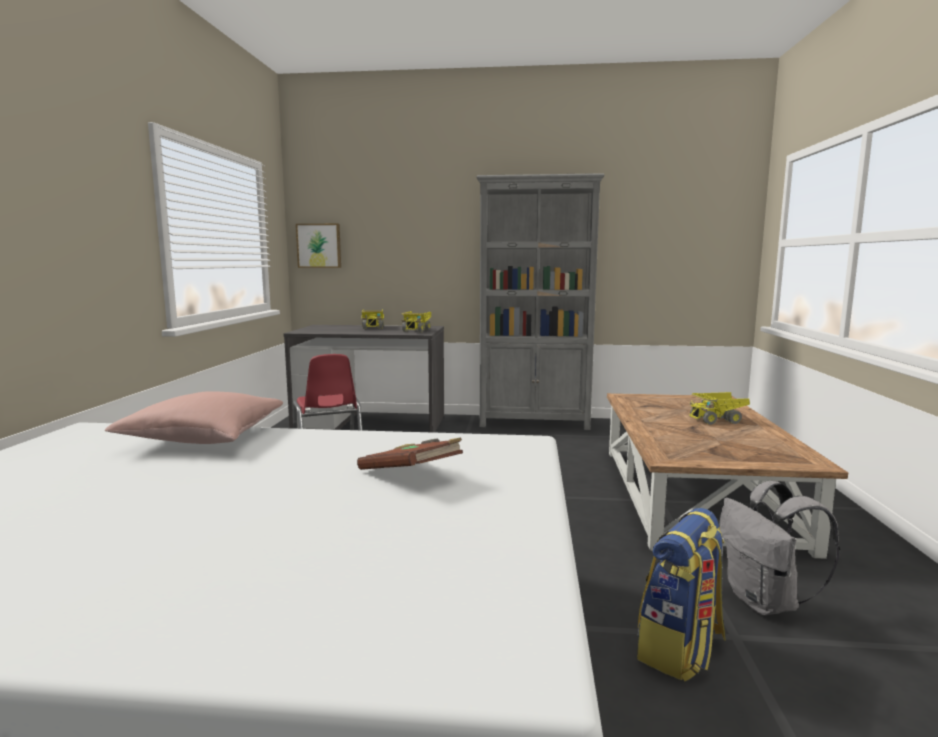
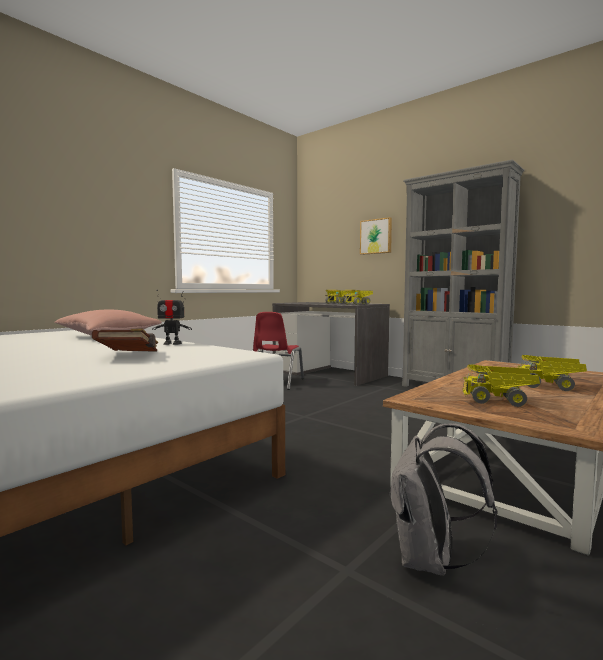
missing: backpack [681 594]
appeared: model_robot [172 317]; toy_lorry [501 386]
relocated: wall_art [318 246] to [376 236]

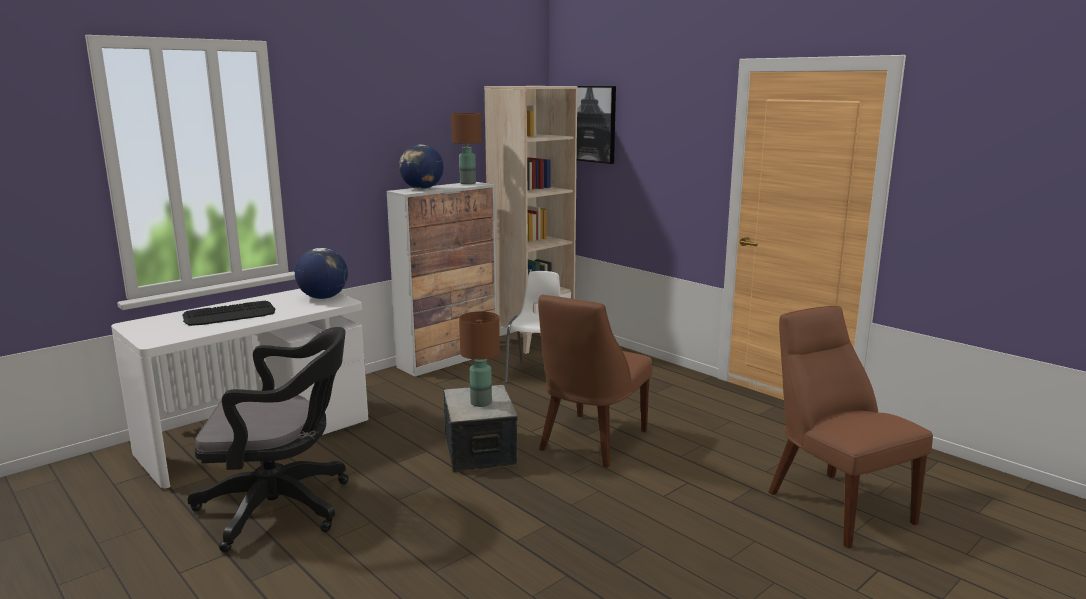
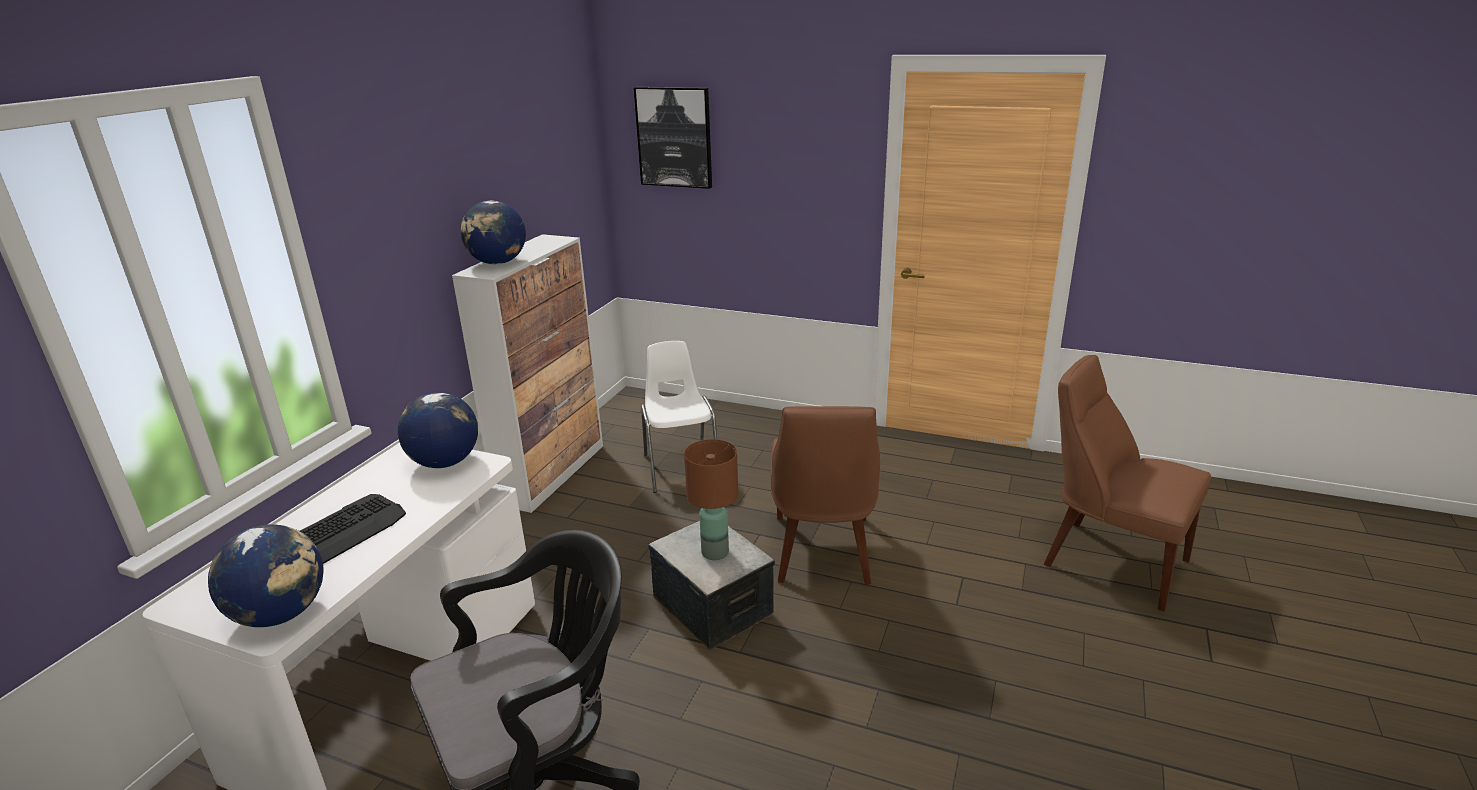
missing: brown_lamp_for_a_table [466 148]; sand-coloured_bookcase [530 220]
appeared: desk_globe [266 575]

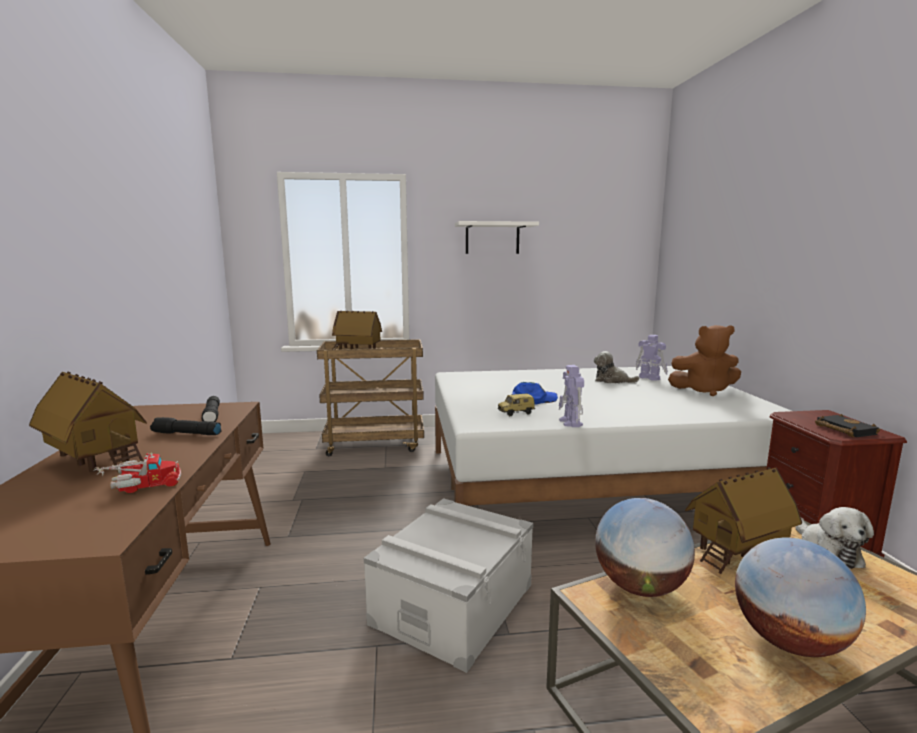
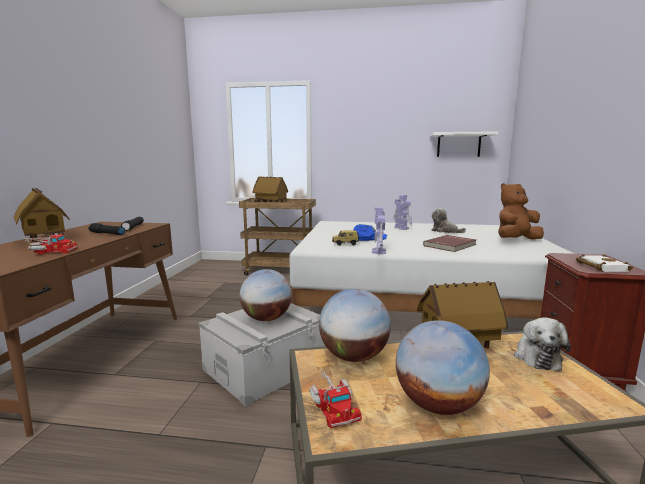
appeared: desk_globe [266 295]; toy_lorry [335 398]; reddish_book [449 243]
relocated: white-coloured_shelf [497 237] to [464 144]; model_robot [651 358] to [402 212]
colour: blackish_book [847 426] to white-coloured_book [604 263]
spun: brown_soft_toy [704 360] = [521 211] 135 degrees clockwise

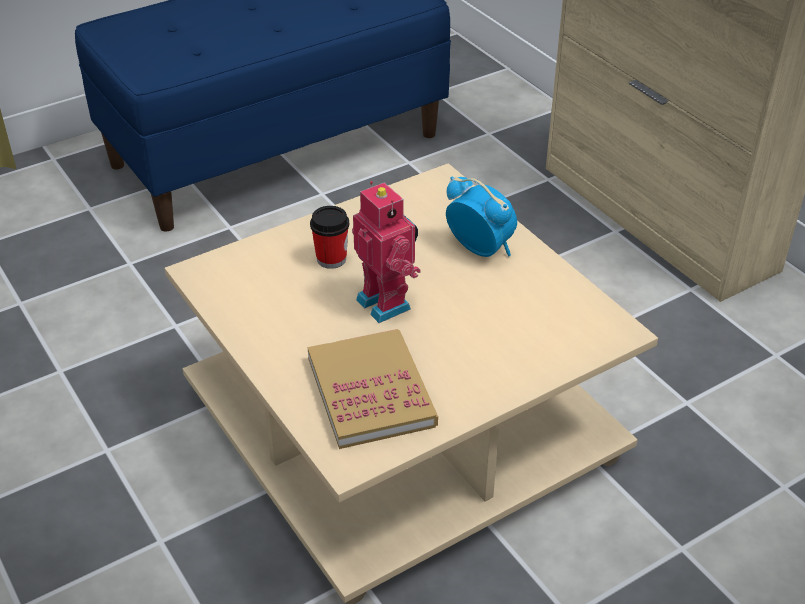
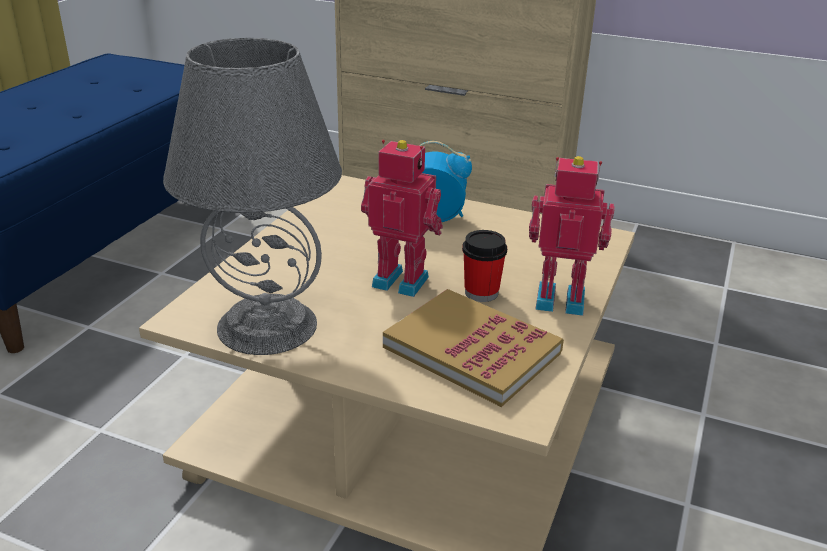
appeared: gray_lamp_for_a_table [252 196]; model_robot [572 236]
relocated: cup [329 237] to [484 266]

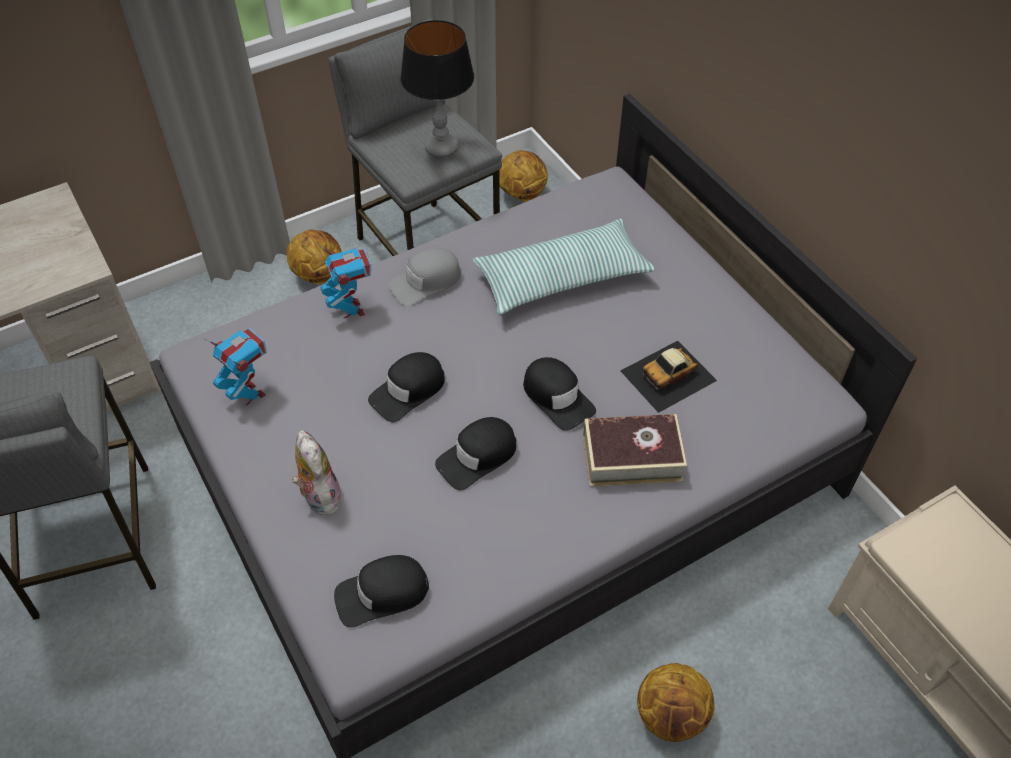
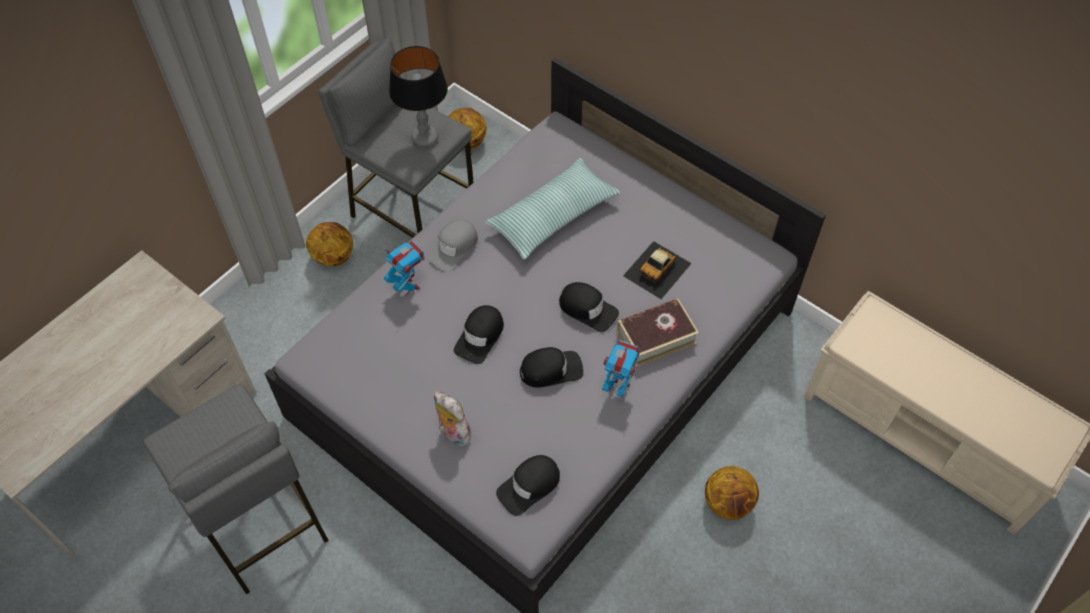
relocated: model_robot [235 366] to [621 368]
spun: blackish_baseball_cap [476 453] = [551 367] 135 degrees counterclockwise

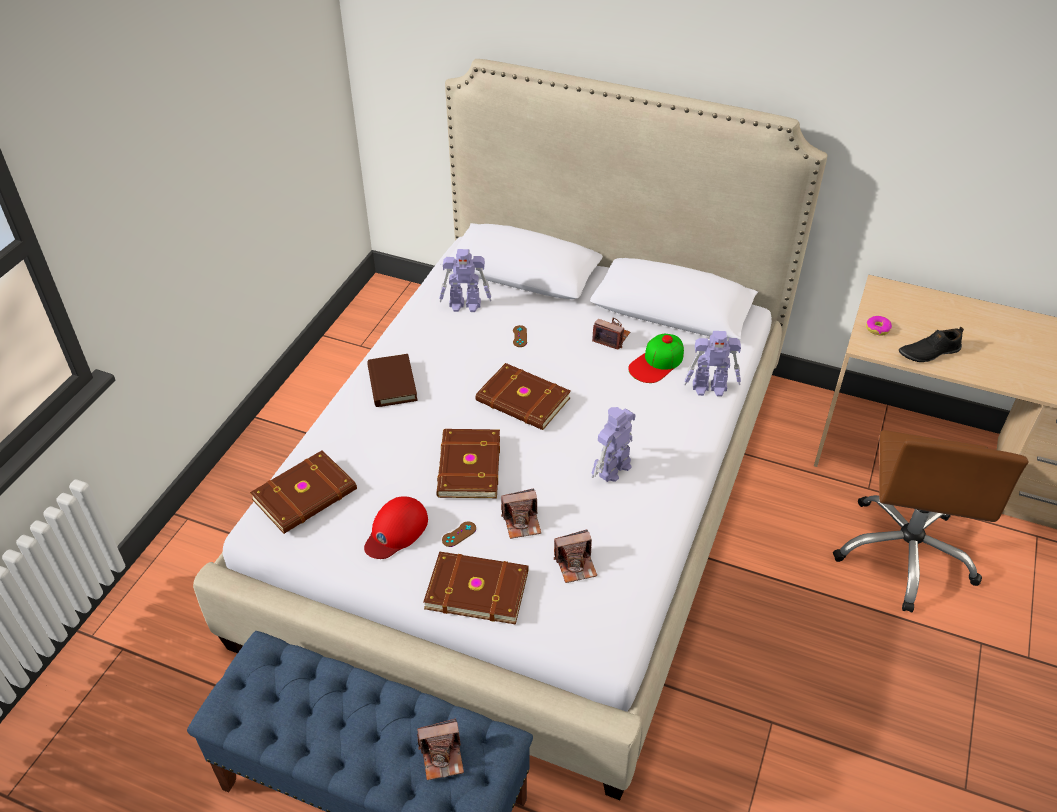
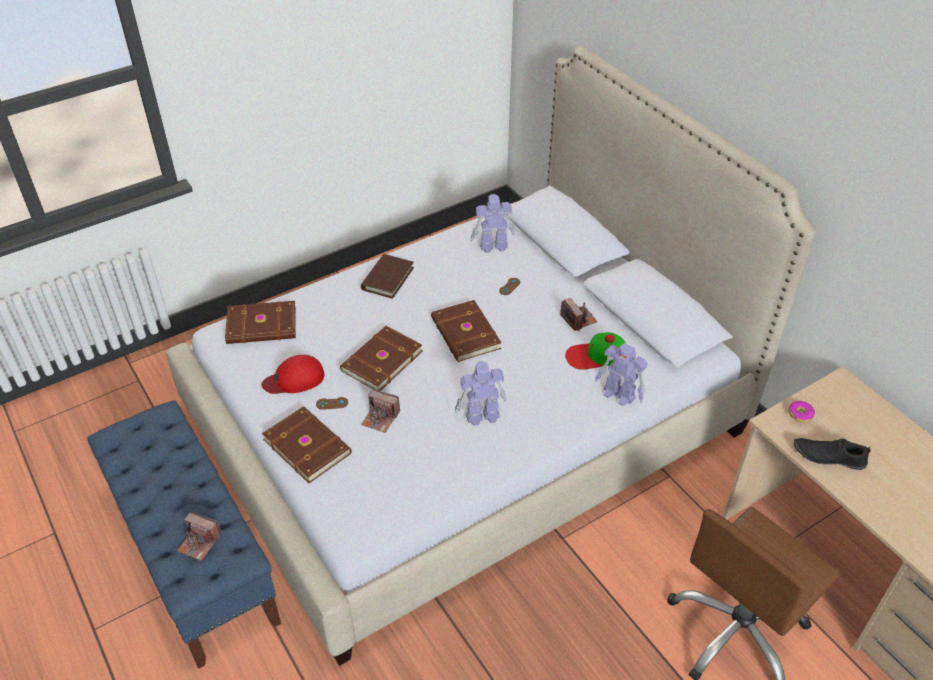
missing: photo_camera [575 556]
spun: model_robot [465 280] = [492 223] 135 degrees clockwise

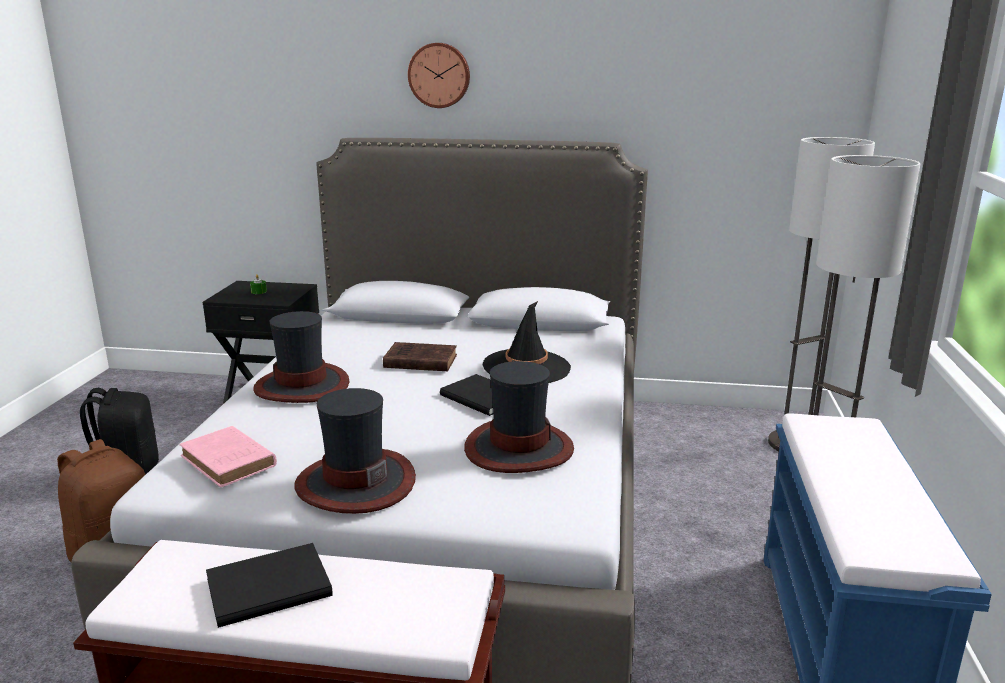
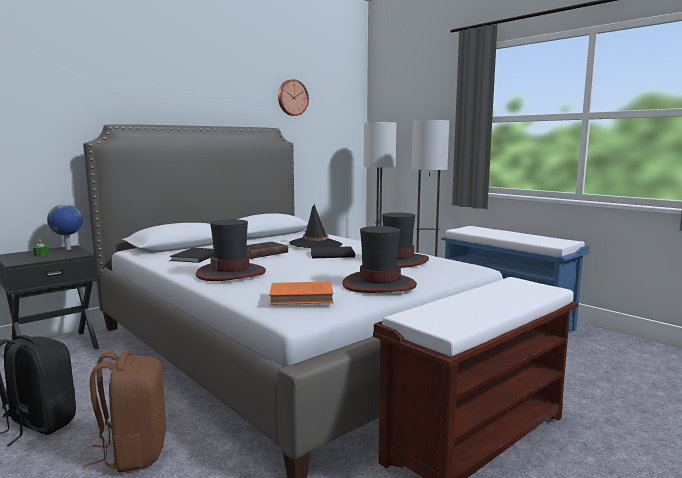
appeared: desk_globe [65 227]
relocated: blackish_book [269 585] to [192 255]; hanging_clock [439 75] to [293 97]
colour: pinkish_book [228 456] to orange-coloured_book [301 293]

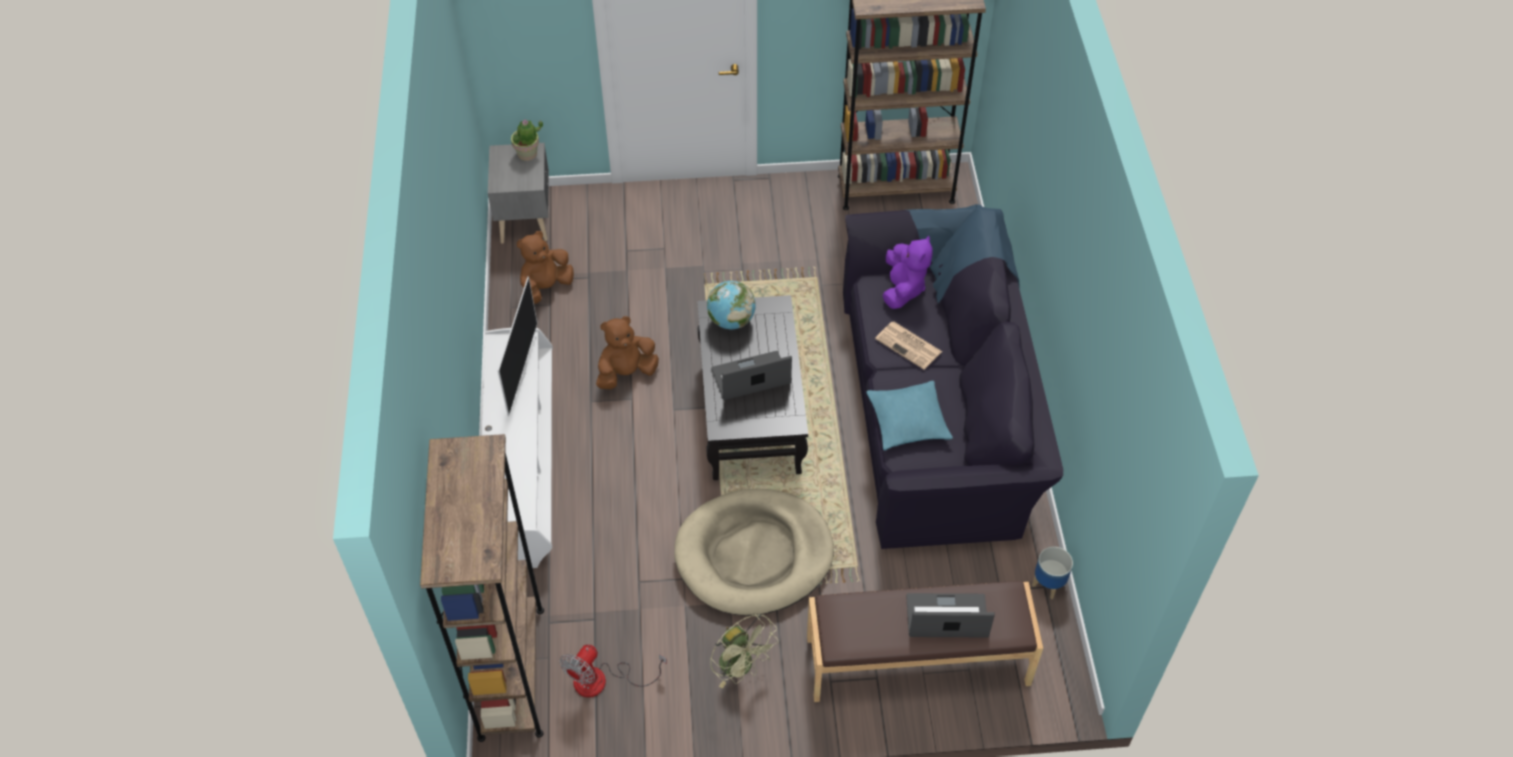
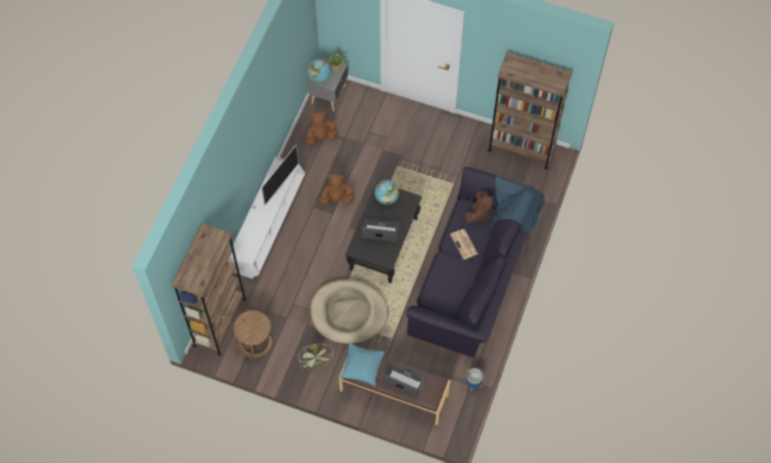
appeared: desk_globe [319 71]
relocated: turquoise-coloured_pillow [909 415] to [362 364]
exchanged: fan [613 670] to brown_sitting_stool [253 334]
colour: purple-coloured_soft_toy [908 272] to brown_soft_toy [479 207]

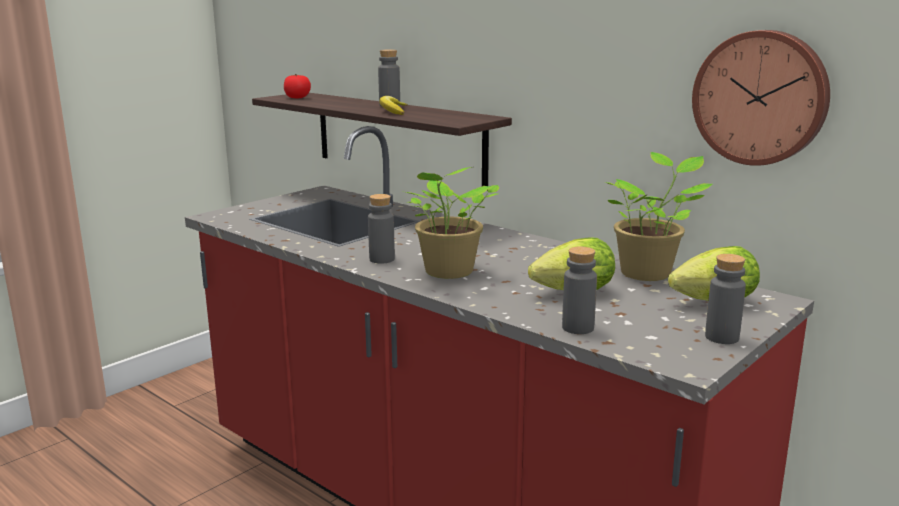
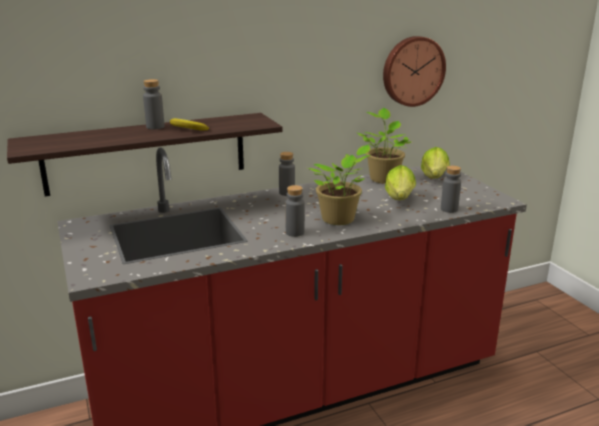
missing: fresh_tomato [297 86]
relocated: gray_beverage_bottle [725 299] to [287 174]

